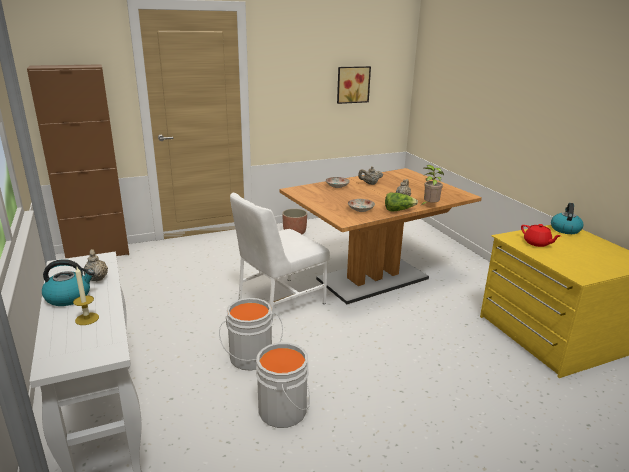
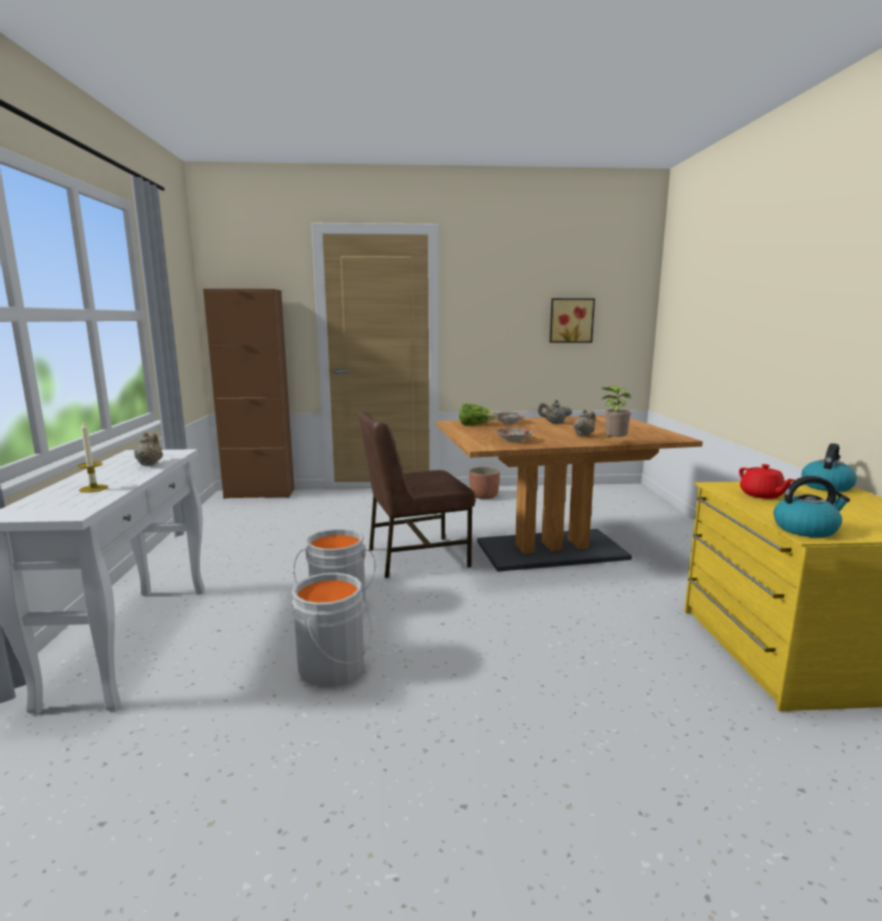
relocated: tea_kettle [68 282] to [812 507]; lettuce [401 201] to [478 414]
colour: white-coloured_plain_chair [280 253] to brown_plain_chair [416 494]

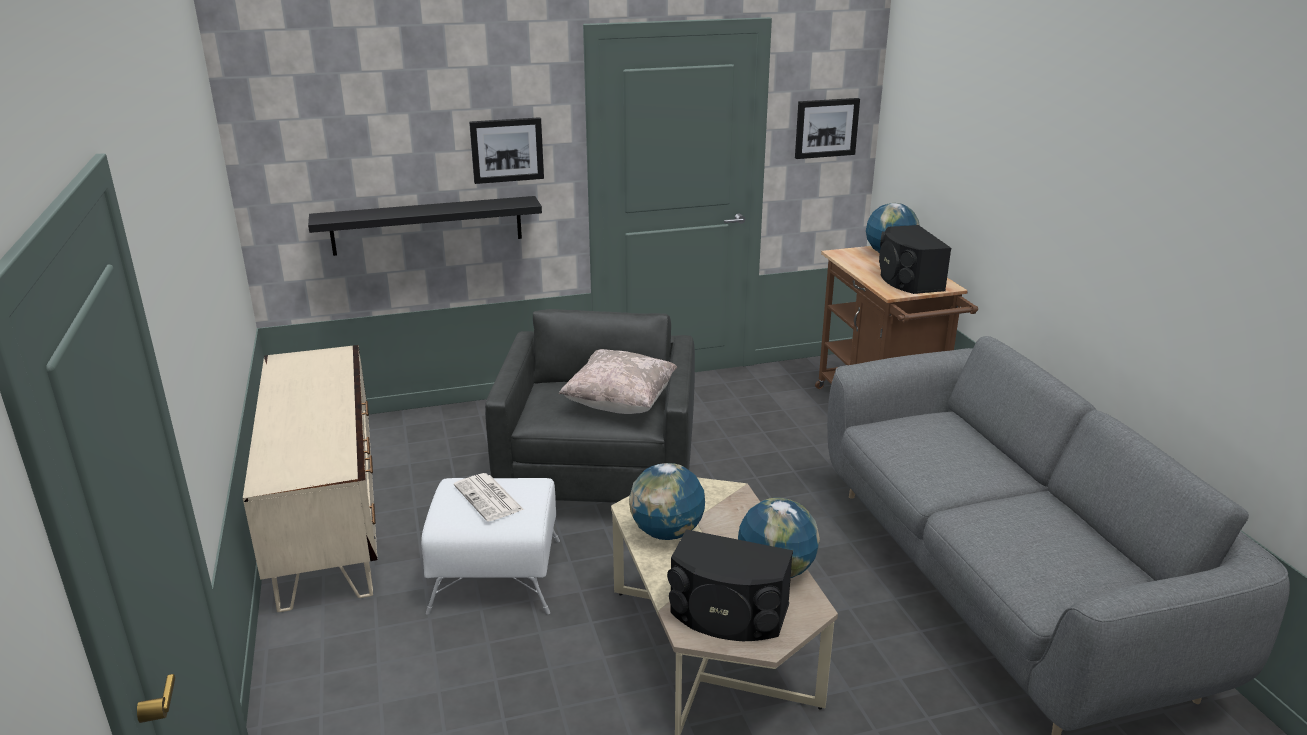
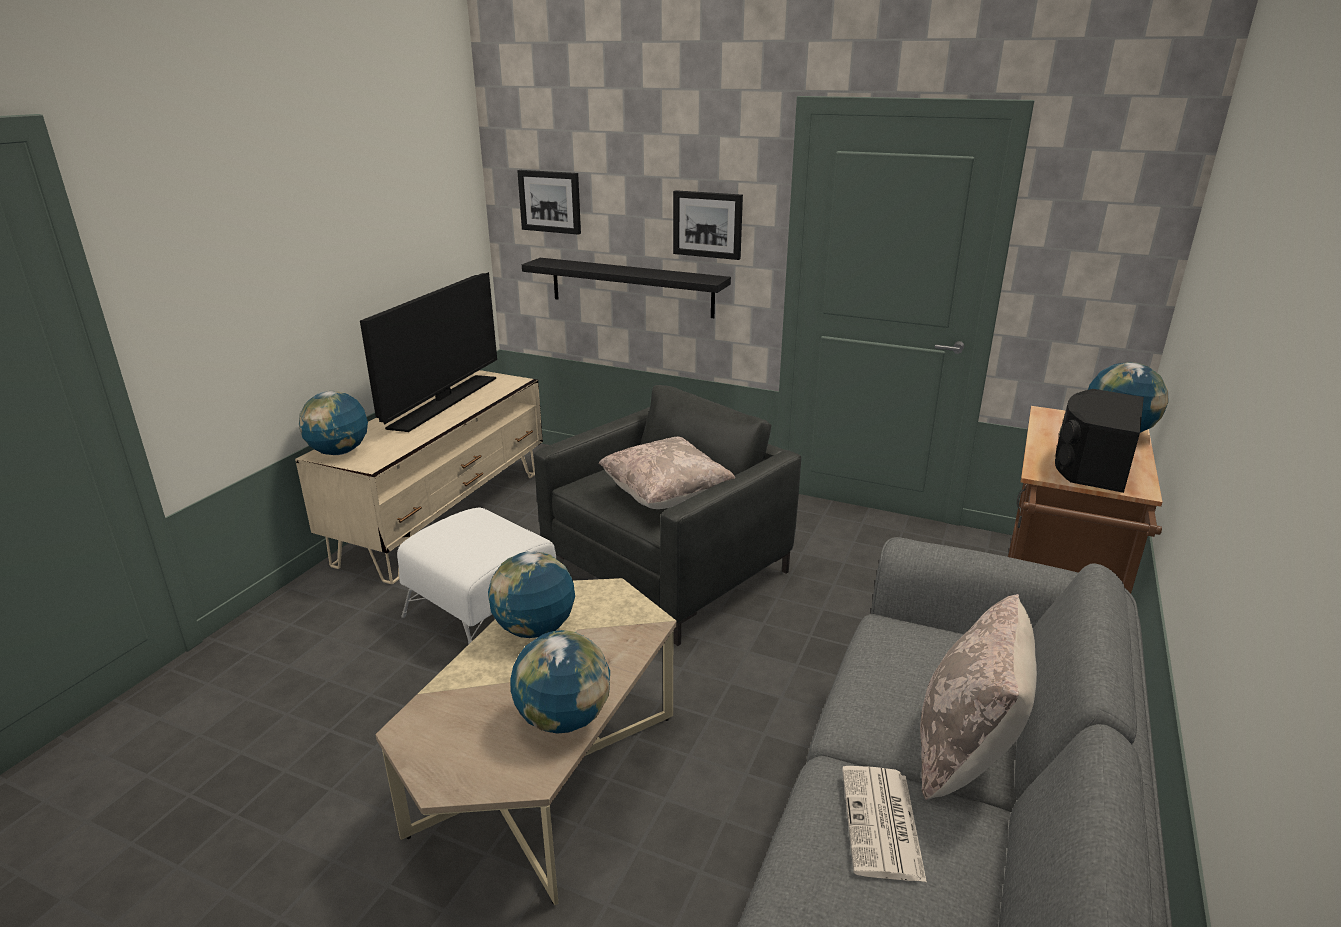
missing: blackish_speaker [730 585]
appeared: desk_globe [333 423]; TV_set [428 352]; sand-coloured_pillow [978 697]
relocated: newspaper [489 497] to [884 824]; wall_art [827 128] to [549 202]

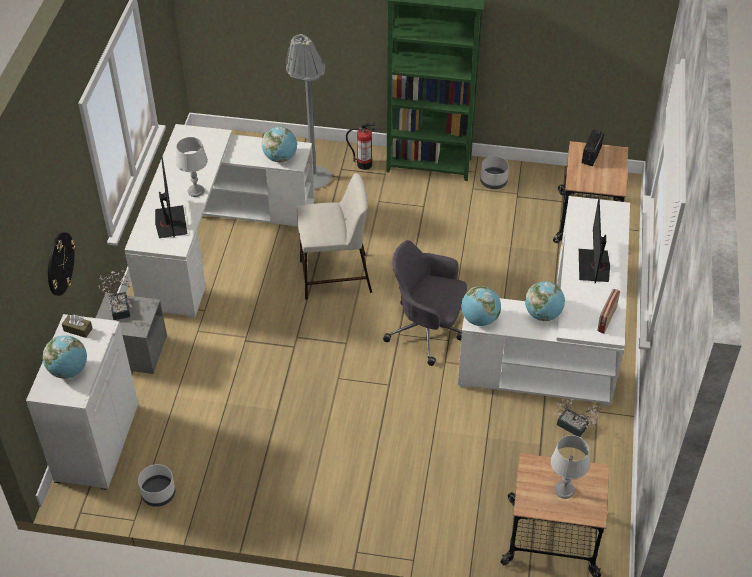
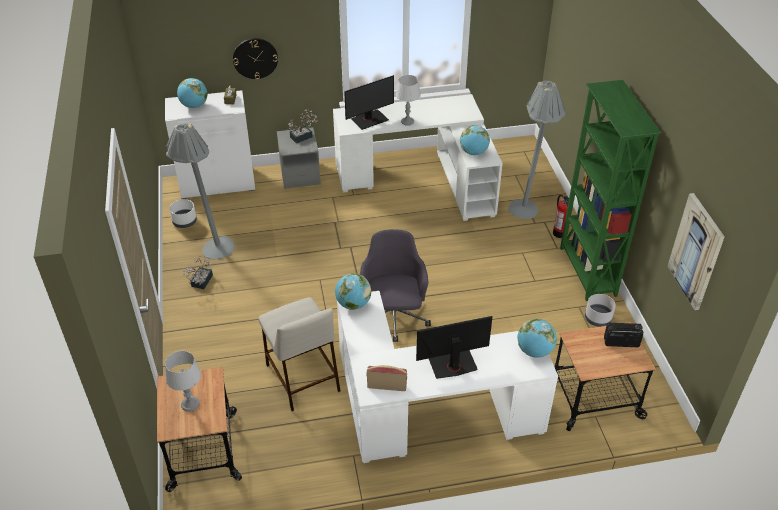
appeared: gray_floor_lamp [200 191]; wall_art [696 251]
relocated: sand-coloured_sitting_stool [334 236] to [299 354]; desk_globe [545 301] to [537 338]; plant_in_a_pot [577 418] to [198 272]

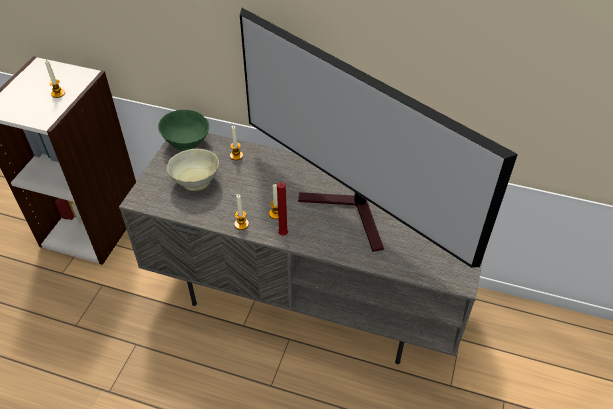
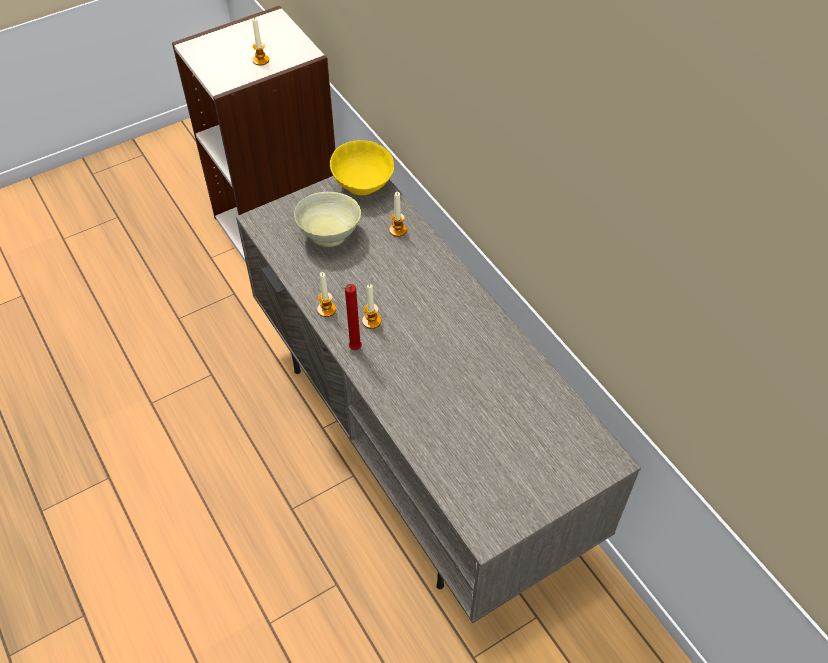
missing: TV_set [379 138]
colour: greenish_deep_dish [183 130] to yellowish_deep_dish [362 167]

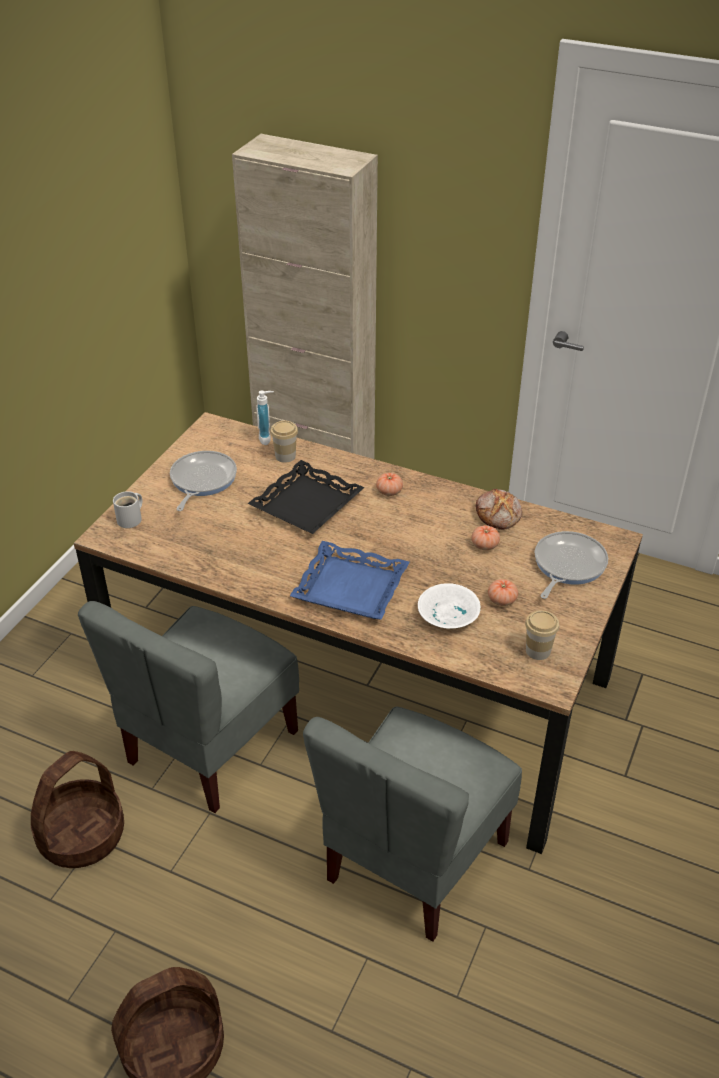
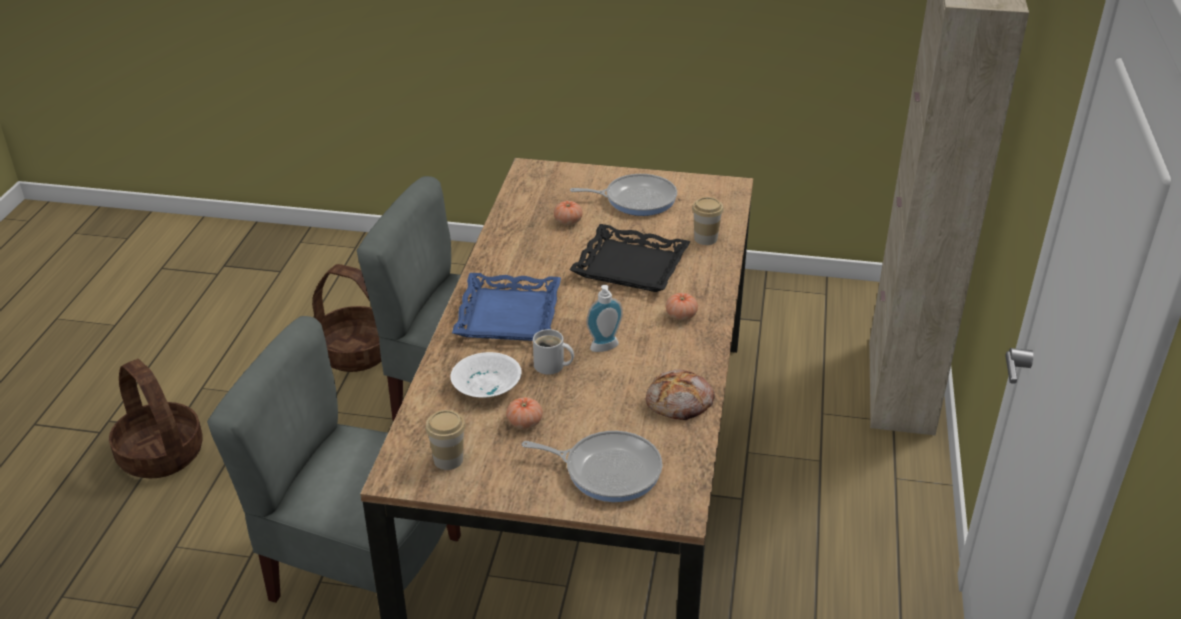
relocated: white-coloured_coffee_mug [127 509] to [553 352]; soap_bottle [265 417] to [604 318]; fresh_tomato [485 537] to [568 213]

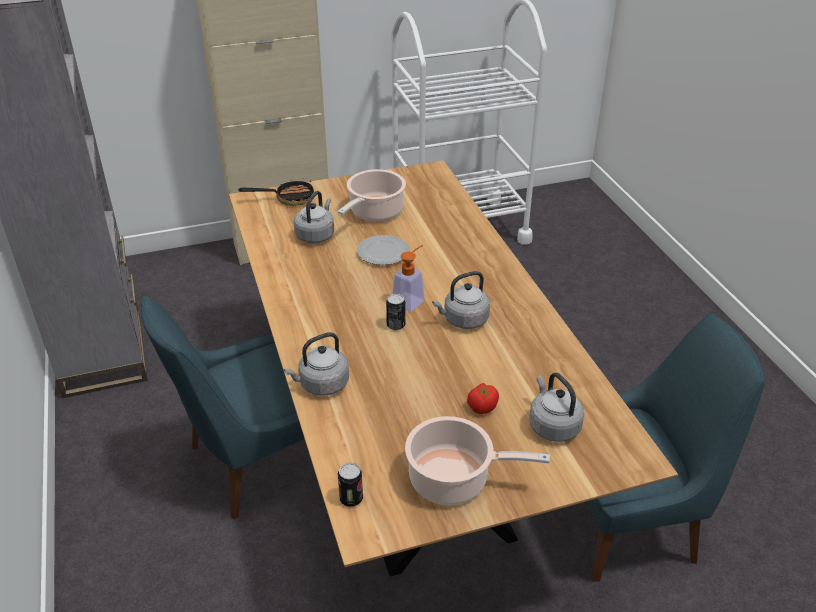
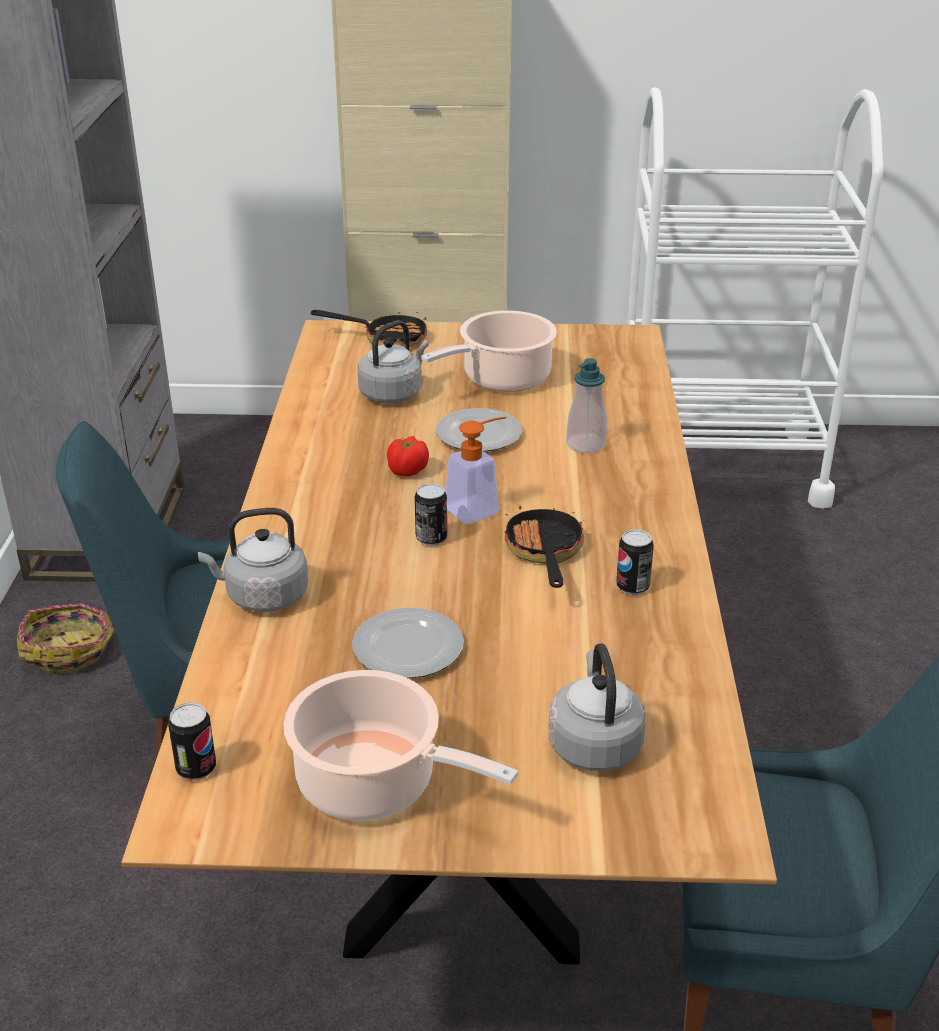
appeared: basket [66 639]; dinner_plate [408 643]; soap_bottle [586 405]; can [635 562]
relocated: fresh_tomato [483 398] to [408 456]
exchanged: gray_tea_kettle [461 300] to pan [544 547]

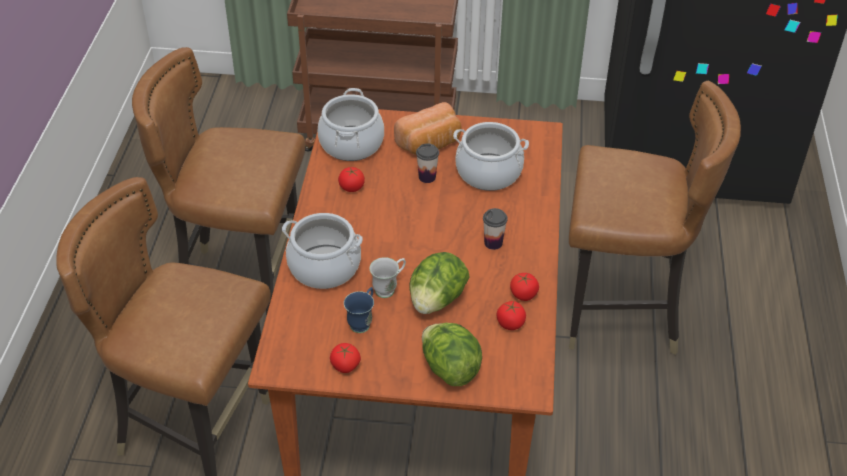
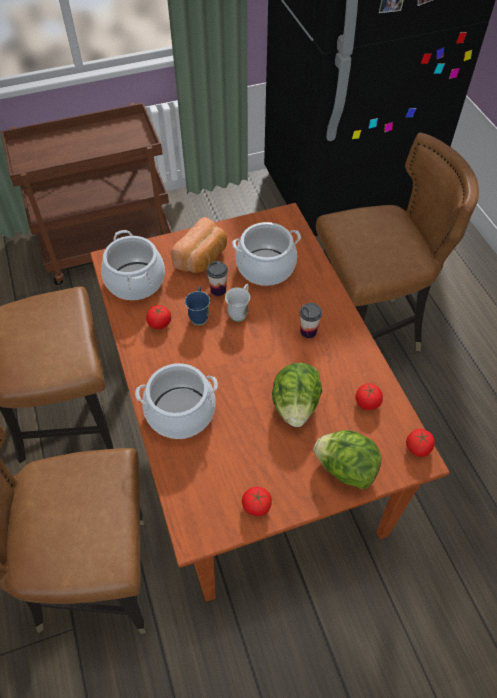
relocated: blue-coloured_coffee_mug [359 310] to [197 305]; white-coloured_coffee_mug [387 277] to [237 303]; fresh_tomato [524 287] to [420 443]

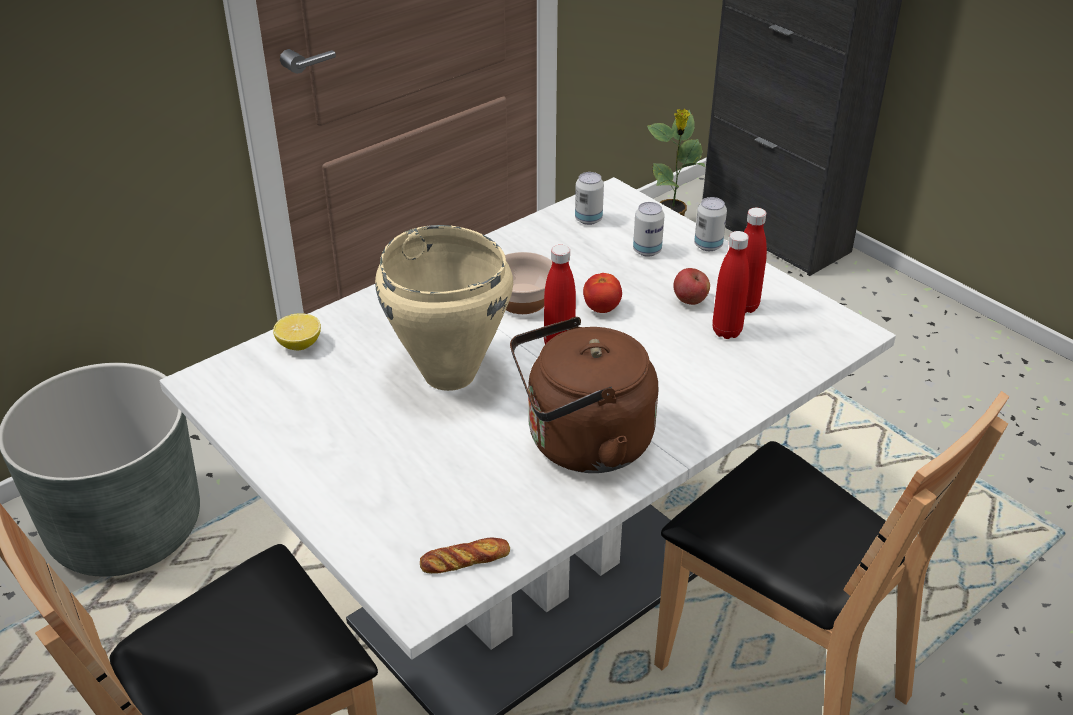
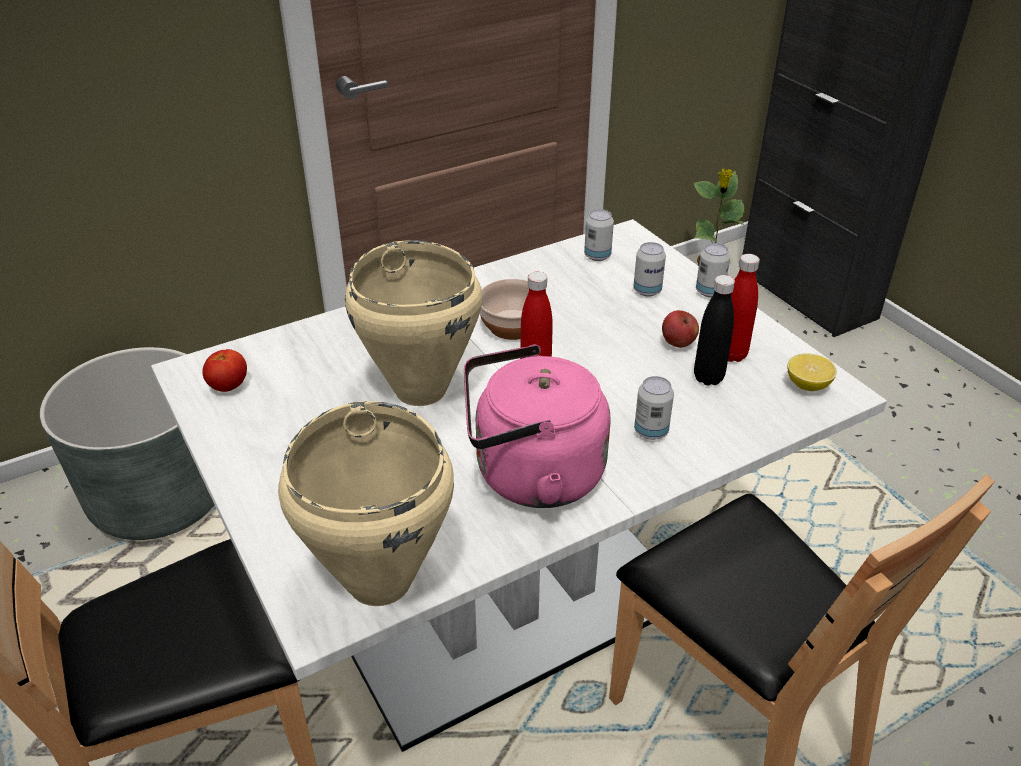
appeared: can [654 408]
relocated: citrus_fruit [297 331] to [812 372]; fresh_tomato [602 293] to [224 370]
exchanged: baked_bread [465 556] to sand-coloured_cooking_pot [366 503]
colour: brown_tea_kettle [584 395] to pinkish_tea_kettle [537 426]; reddish_beverage_bottle [730 285] to blackish_beverage_bottle [714 330]

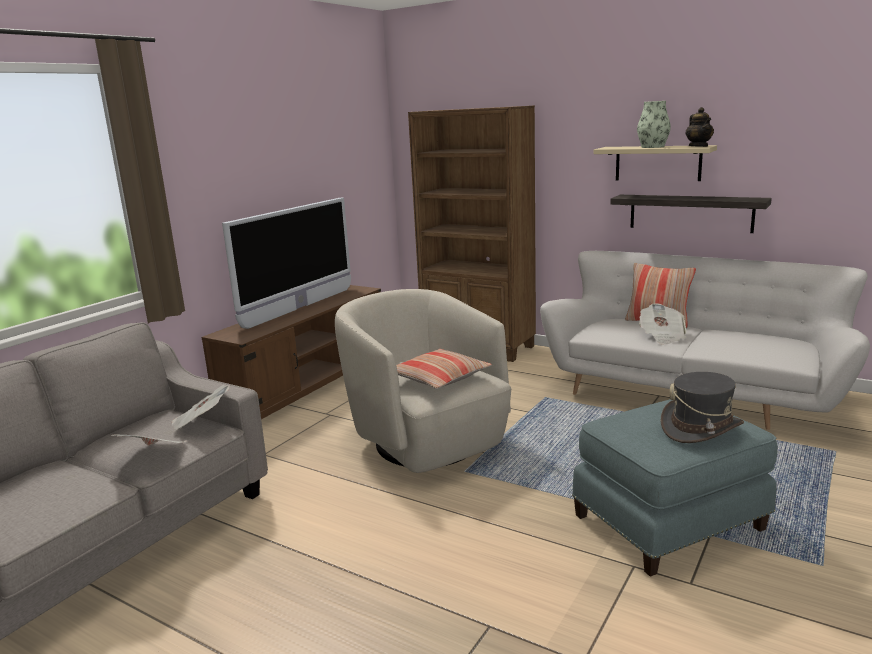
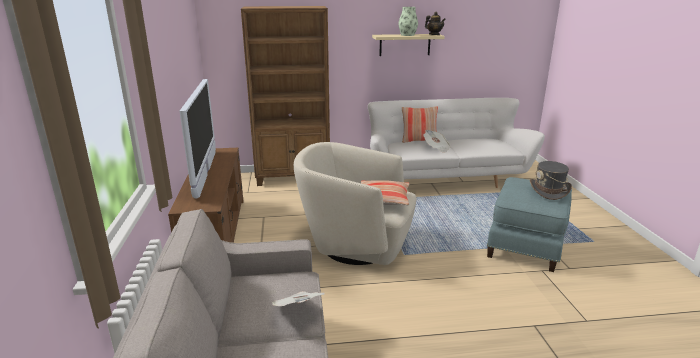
missing: newspaper [200 408]; shelf [691 214]

